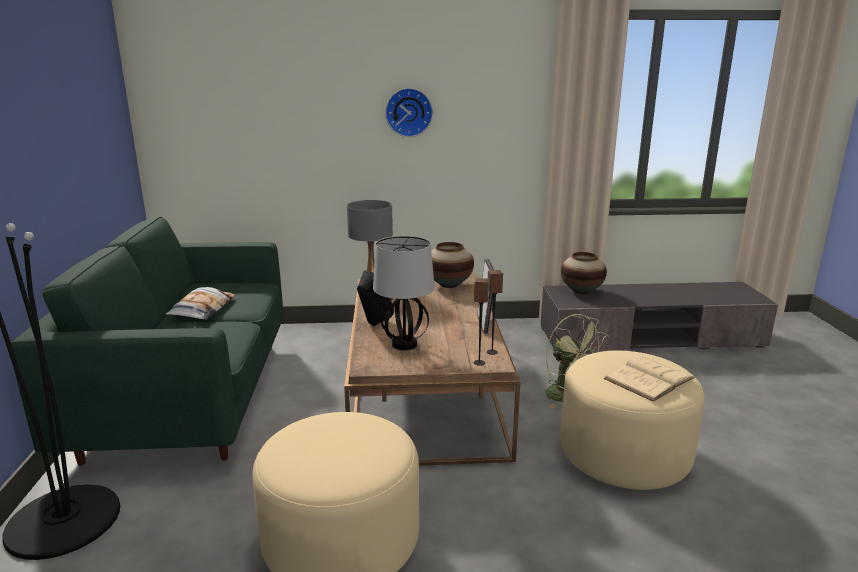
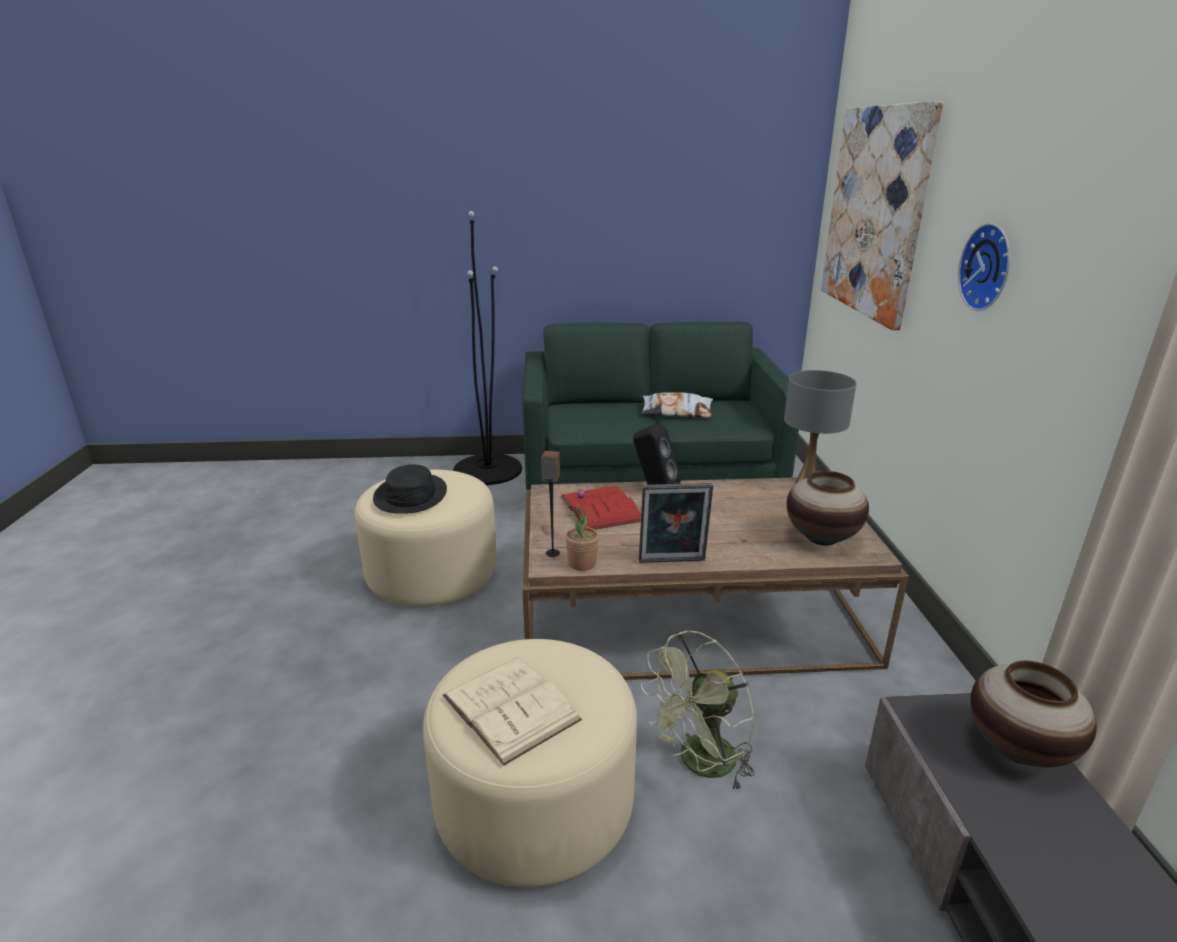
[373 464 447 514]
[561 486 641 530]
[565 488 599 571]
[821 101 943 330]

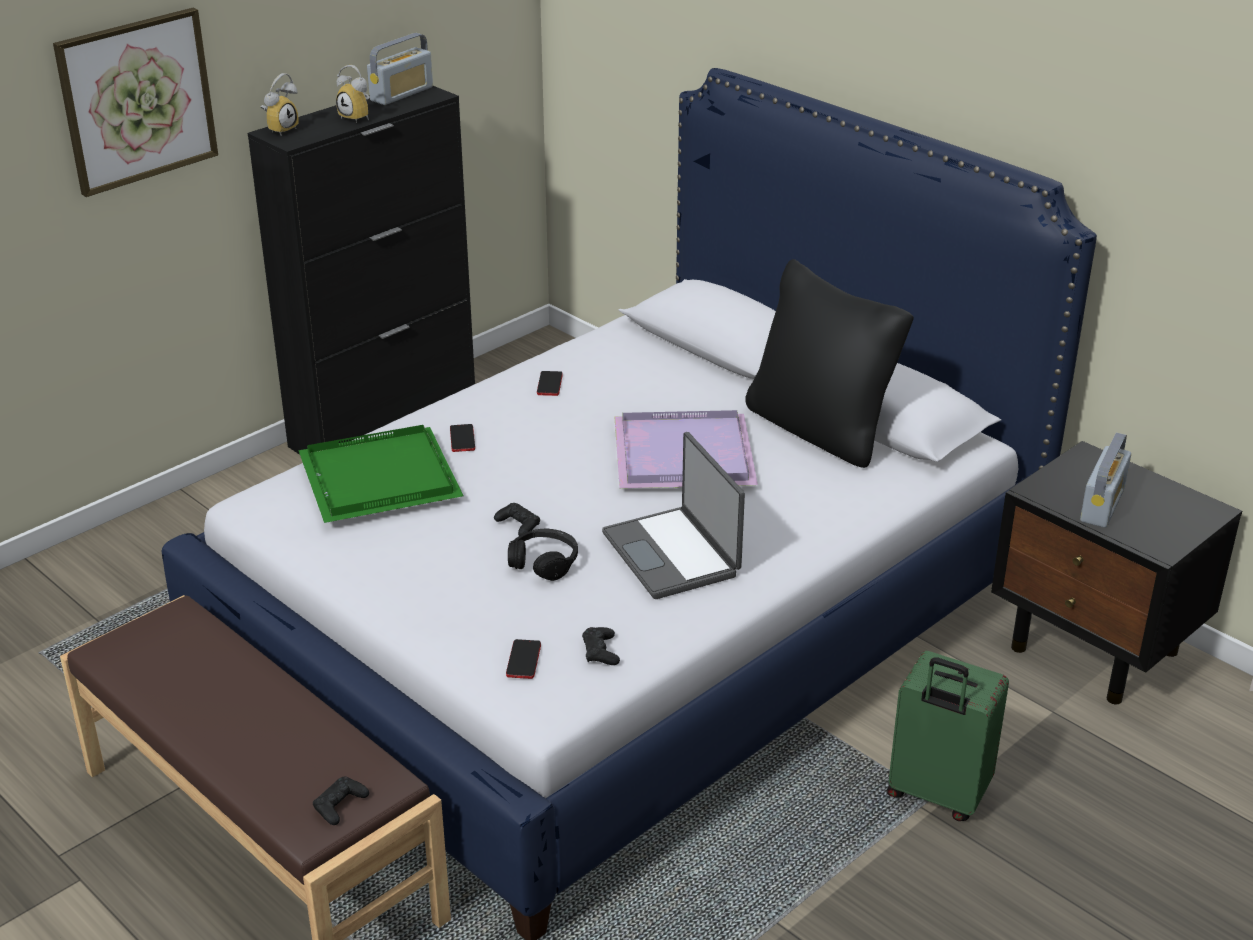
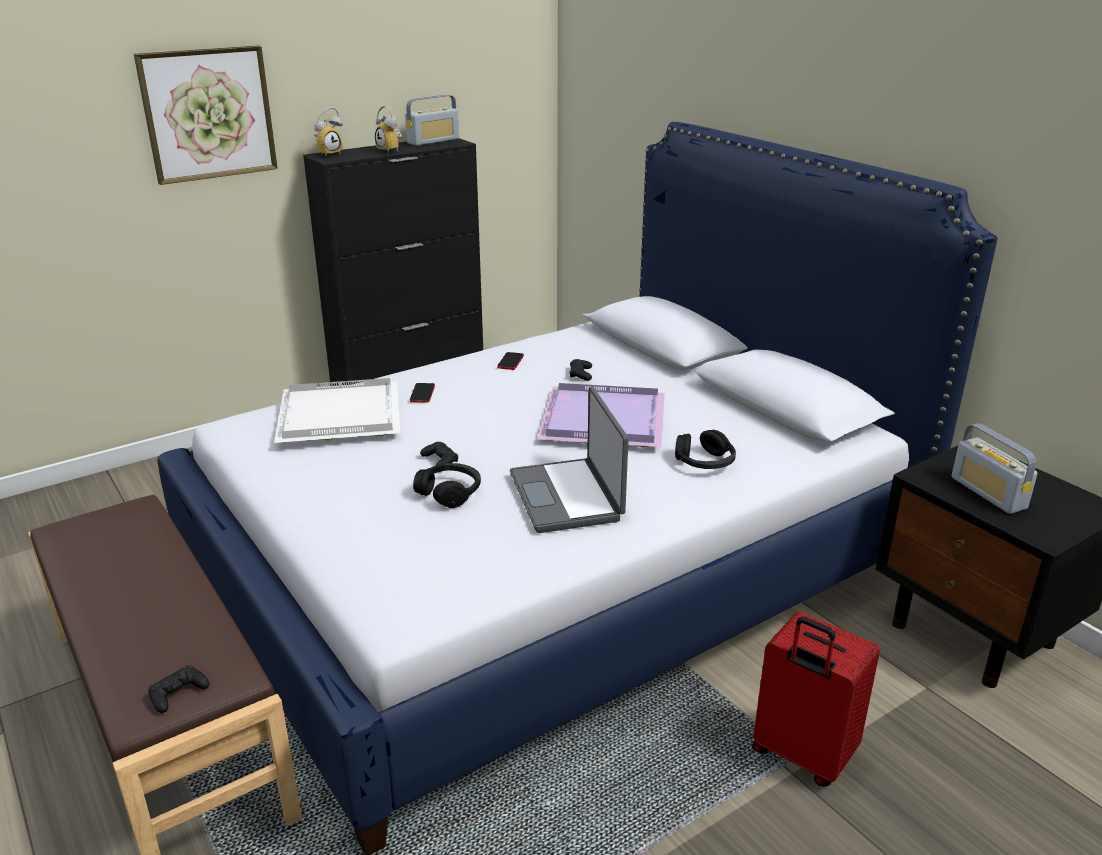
[274 378 400 443]
[570 359 592 381]
[675 430 736 469]
[752 611 880 787]
[952 424 1038 514]
[506 639 541 679] (first image)
[745 259 914 468] (first image)

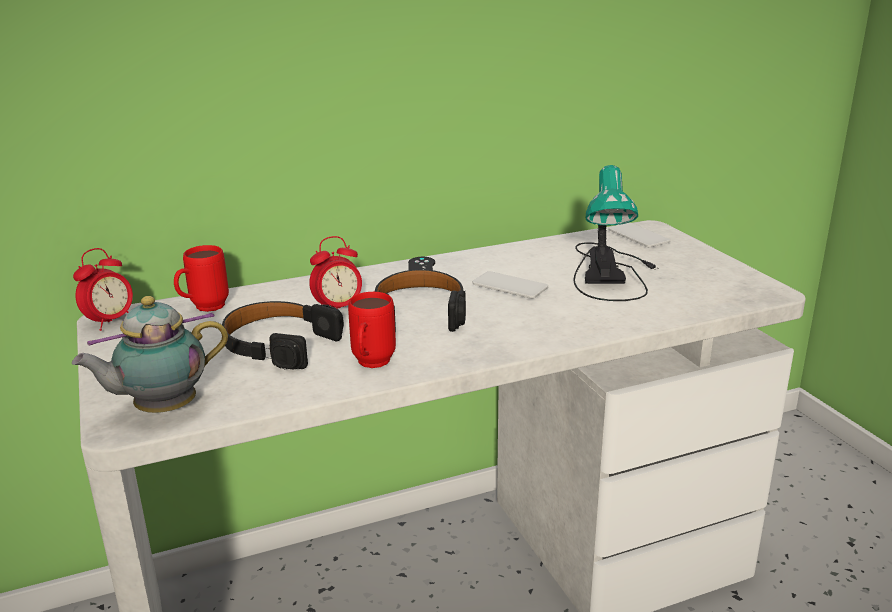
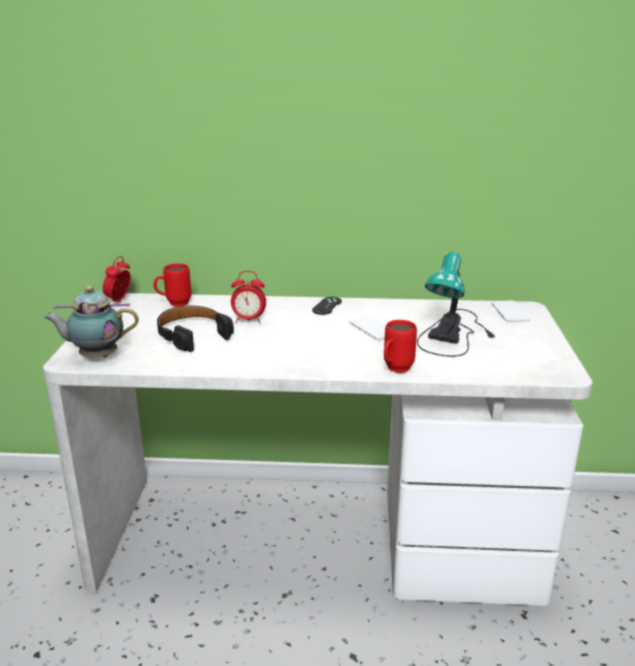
[103 256 131 302]
[384 320 417 373]
[375 269 466 333] (first image)

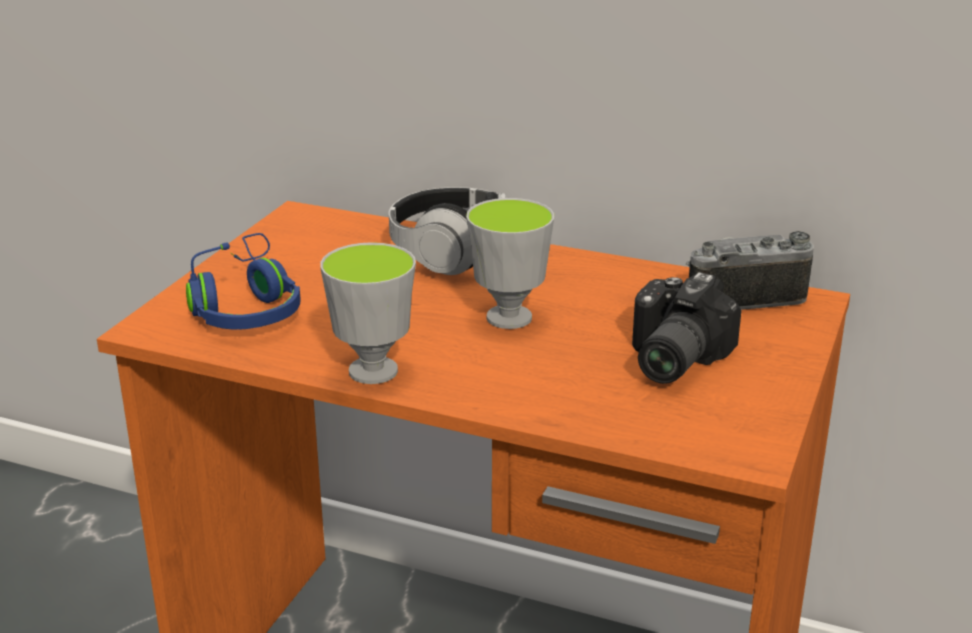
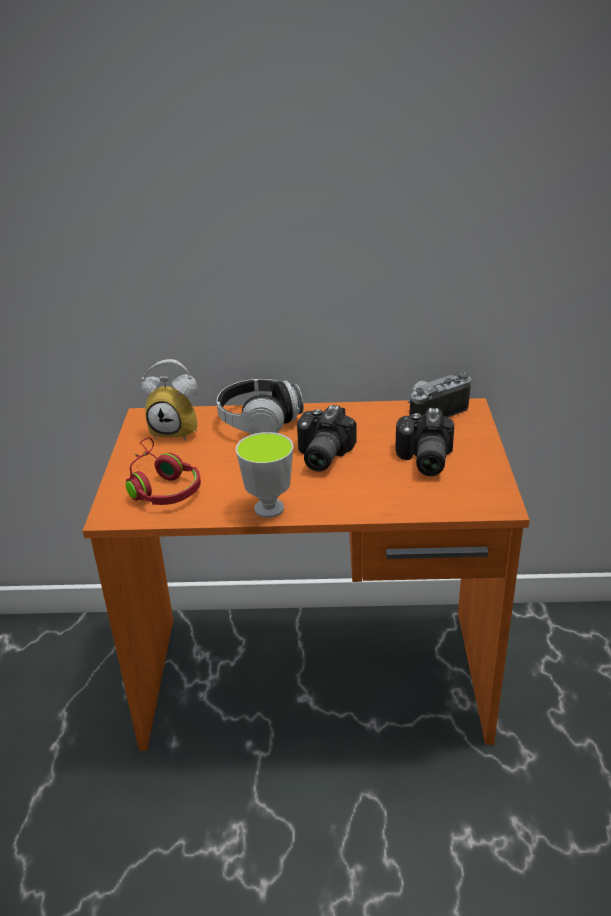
[126 437 201 505]
[141 359 197 441]
[297 405 357 472]

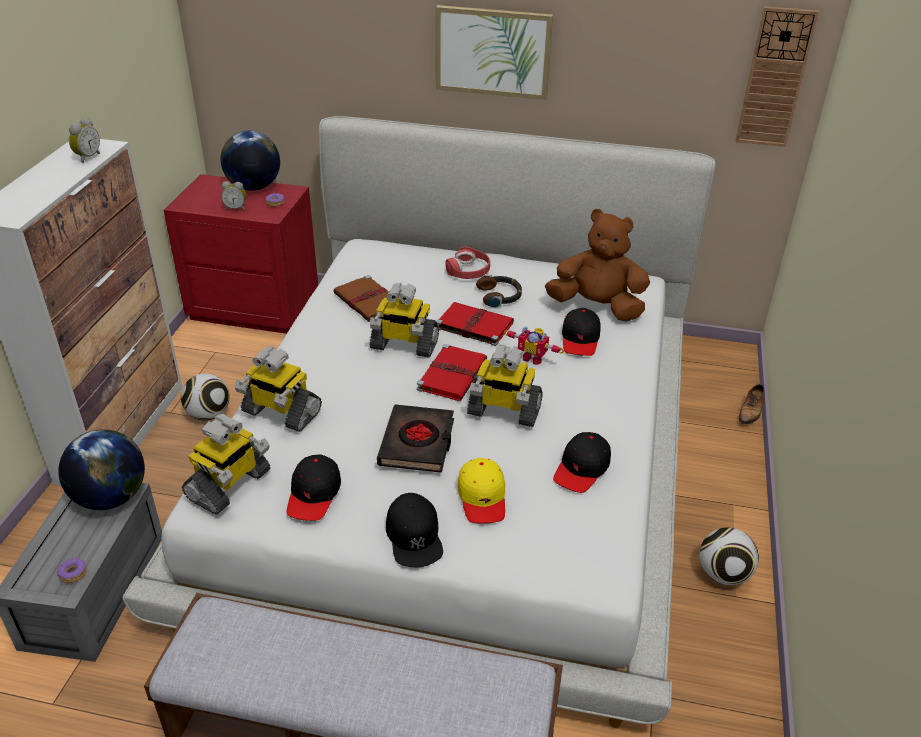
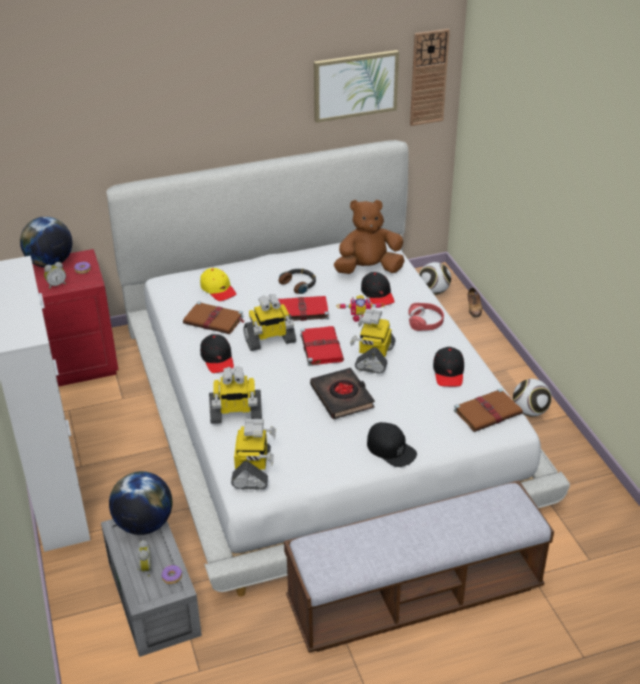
[137 540 152 577]
[200 268 236 301]
[200 334 234 373]
[314 50 399 123]
[350 309 396 374]
[408 303 444 331]
[419 262 451 295]
[454 388 523 432]

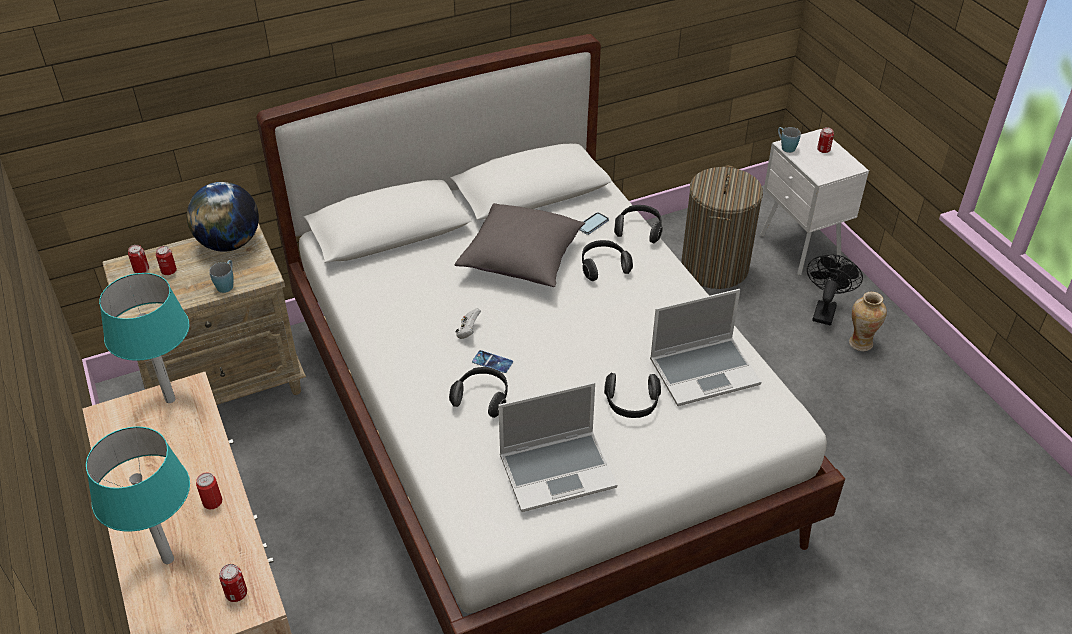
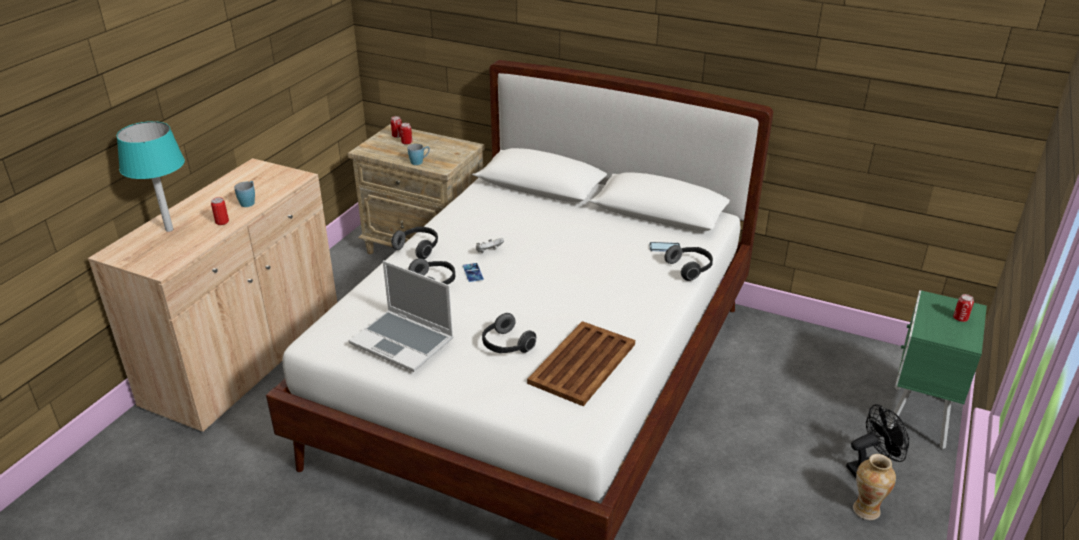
[234 181 255 207]
[391 227 438 259]
[527 321 635 406]
[887 290 987 449]
[99 273 189 403] (first image)
[187 182 259 252] (first image)
[219 564 247 602] (first image)
[454 203 585 287] (first image)
[681 166 763 289] (first image)

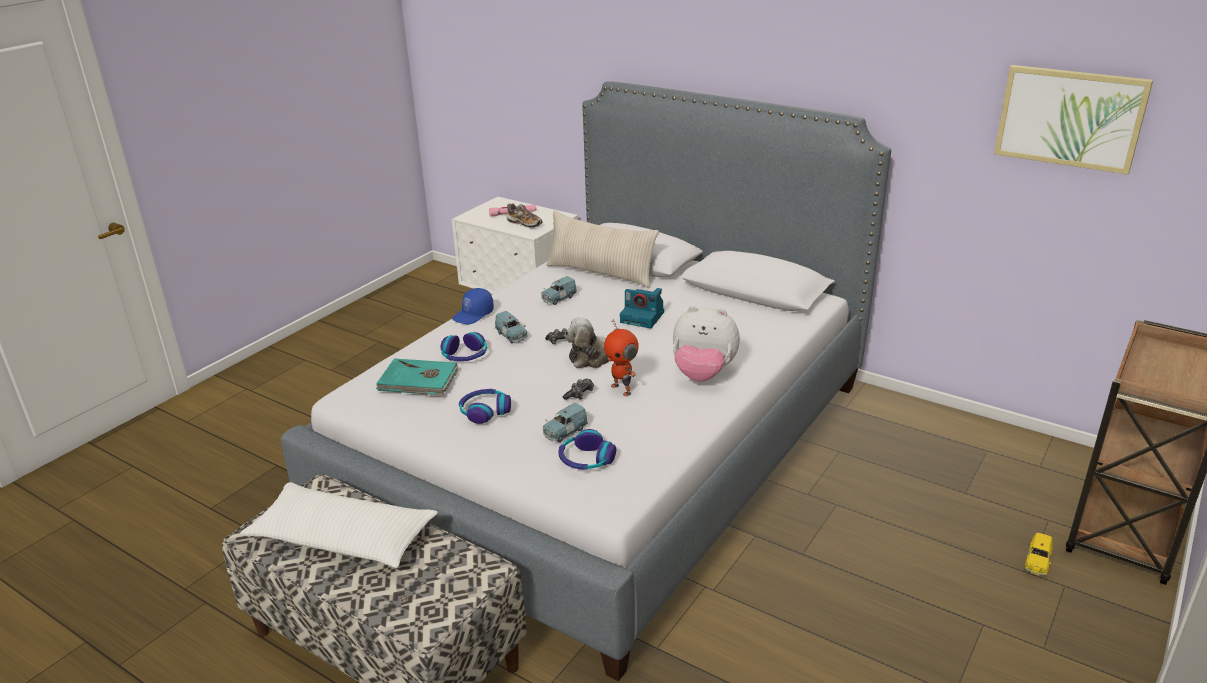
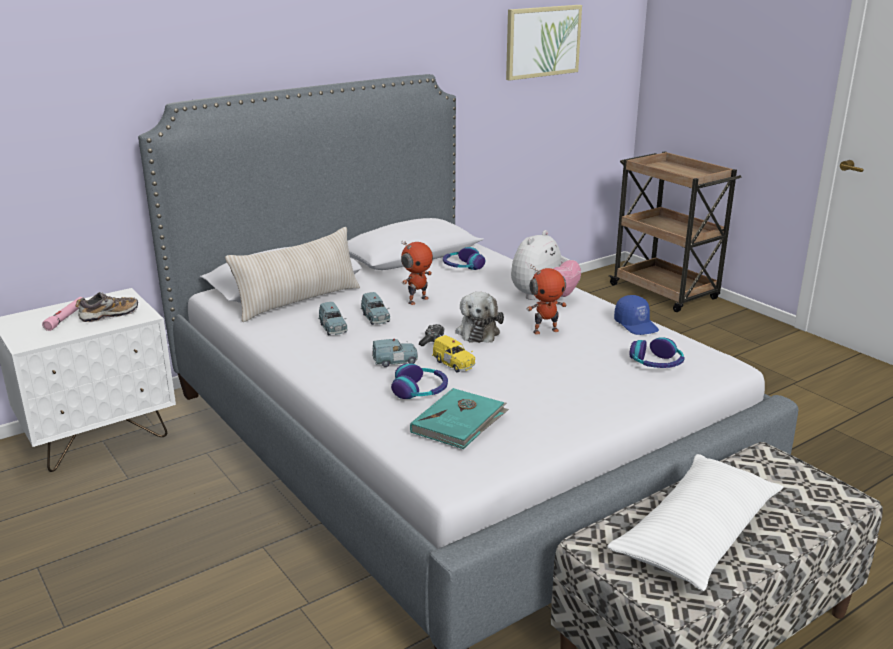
[361 292 390 325]
[401 242 433 305]
[432 335 475 372]
[443 247 485 270]
[614 295 659 335]
[563 379 594 400] (first image)

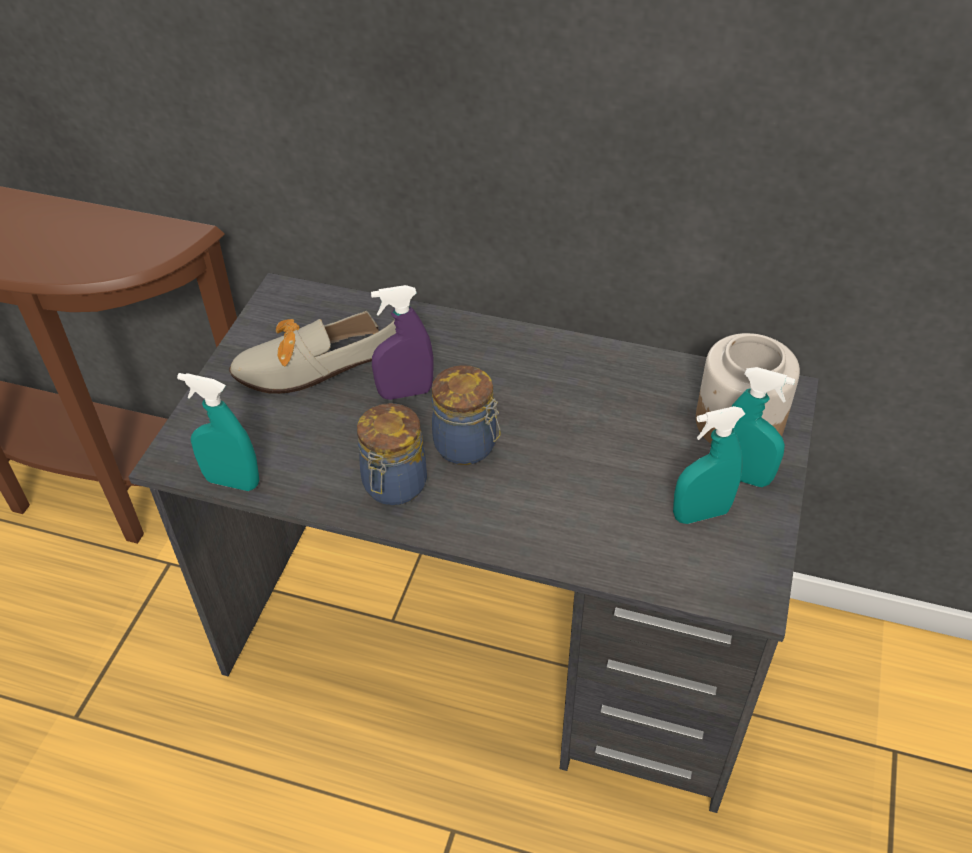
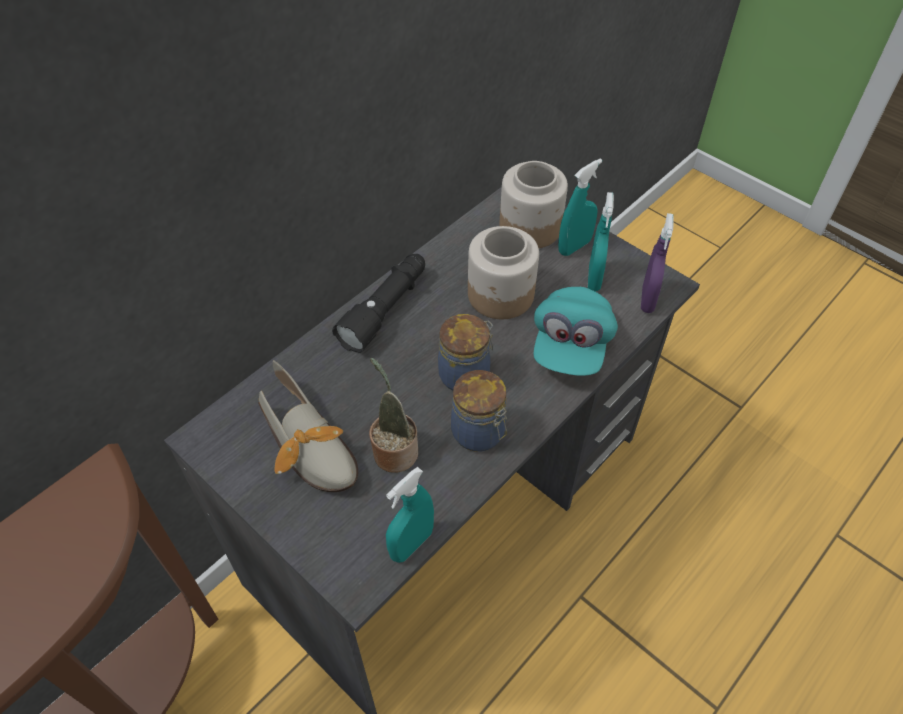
[258 360 358 492]
[332 254 425 353]
[369 358 418 473]
[468 226 539 319]
[534 287 618 376]
[641 213 674 313]

